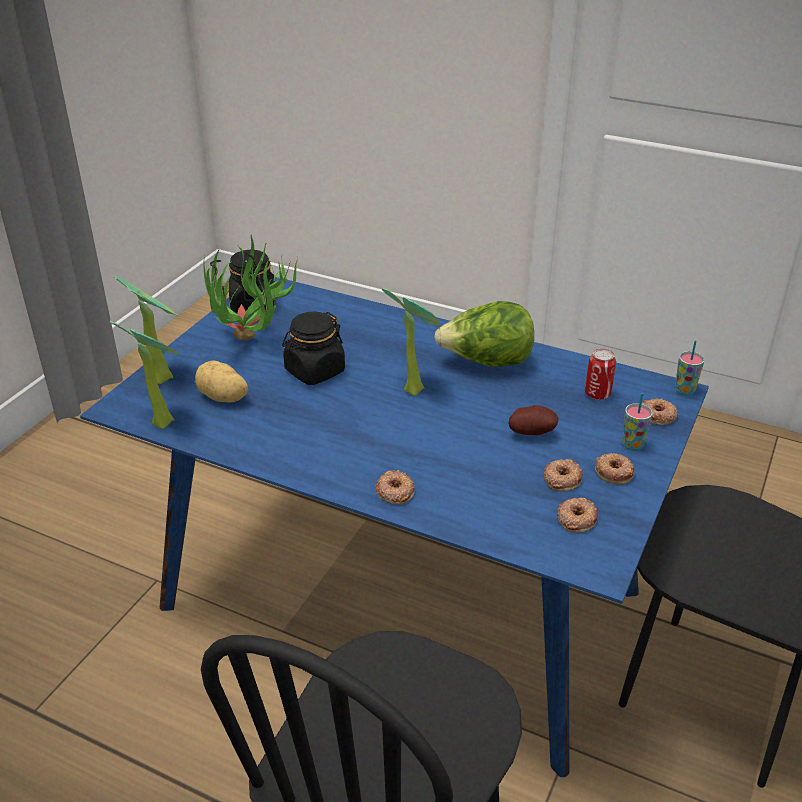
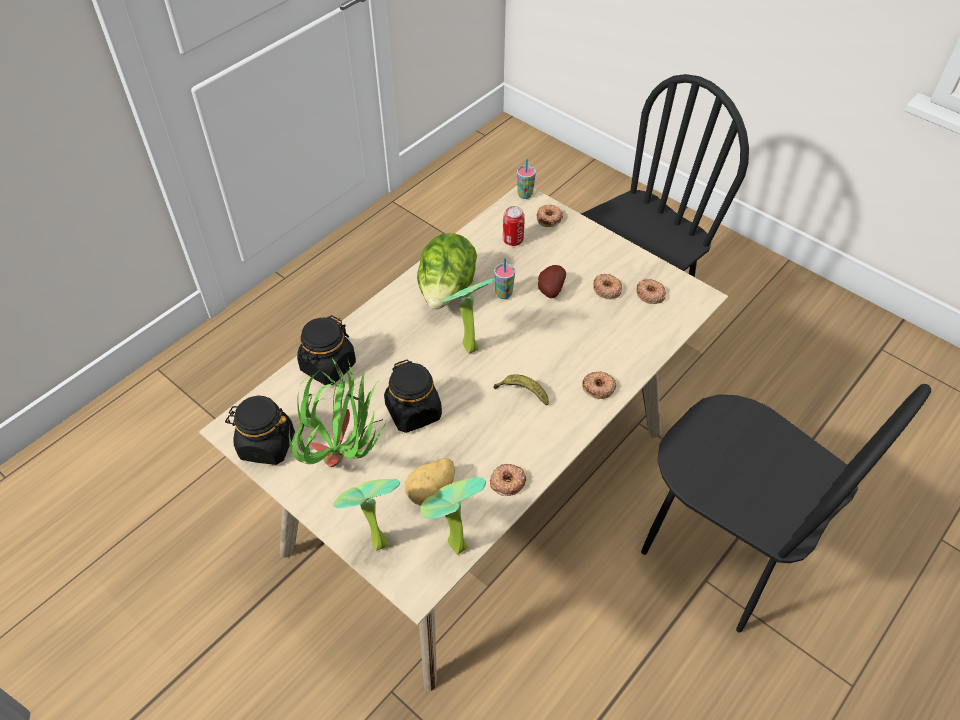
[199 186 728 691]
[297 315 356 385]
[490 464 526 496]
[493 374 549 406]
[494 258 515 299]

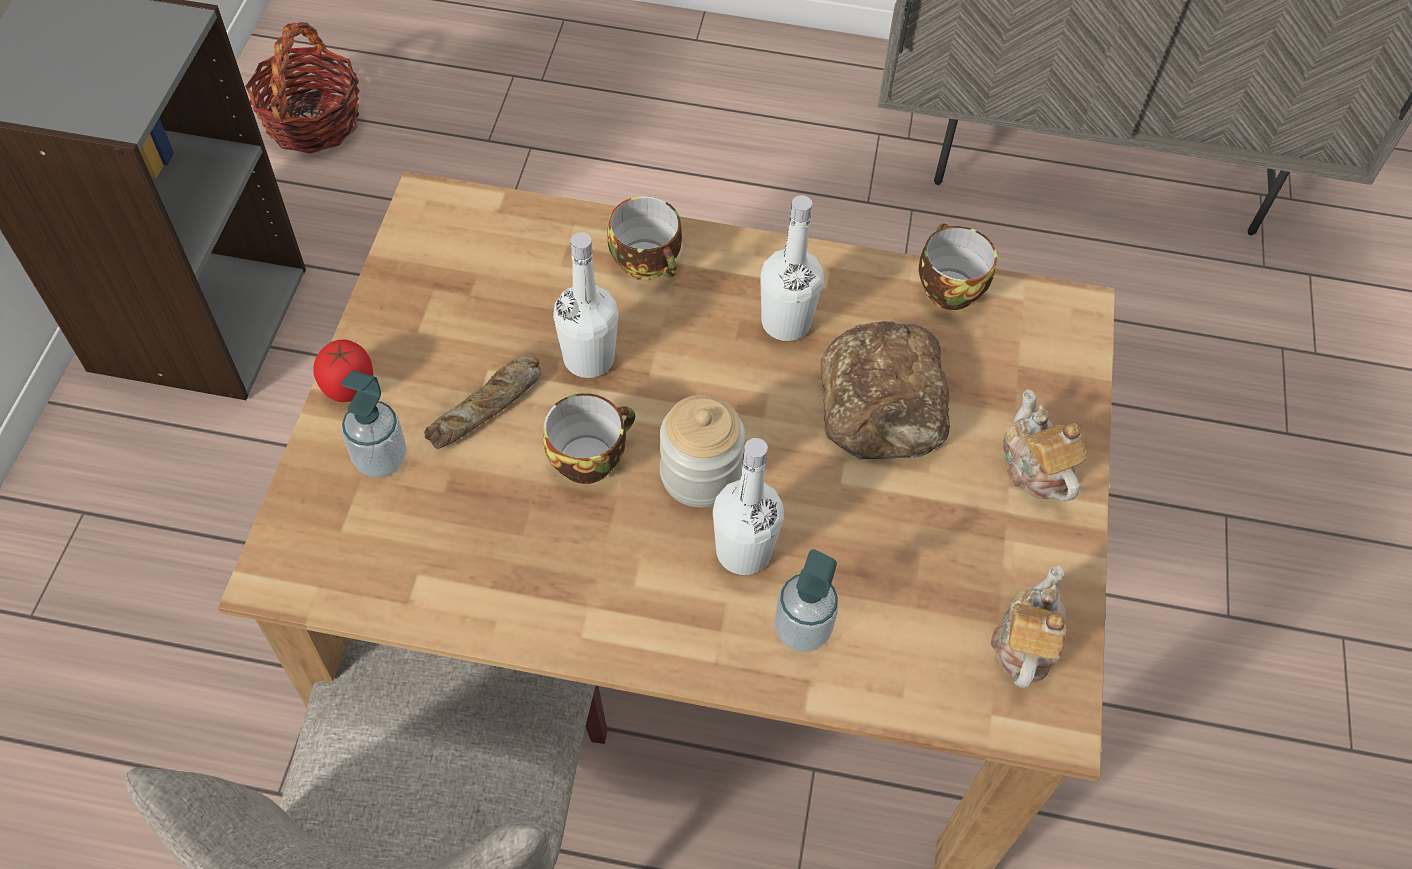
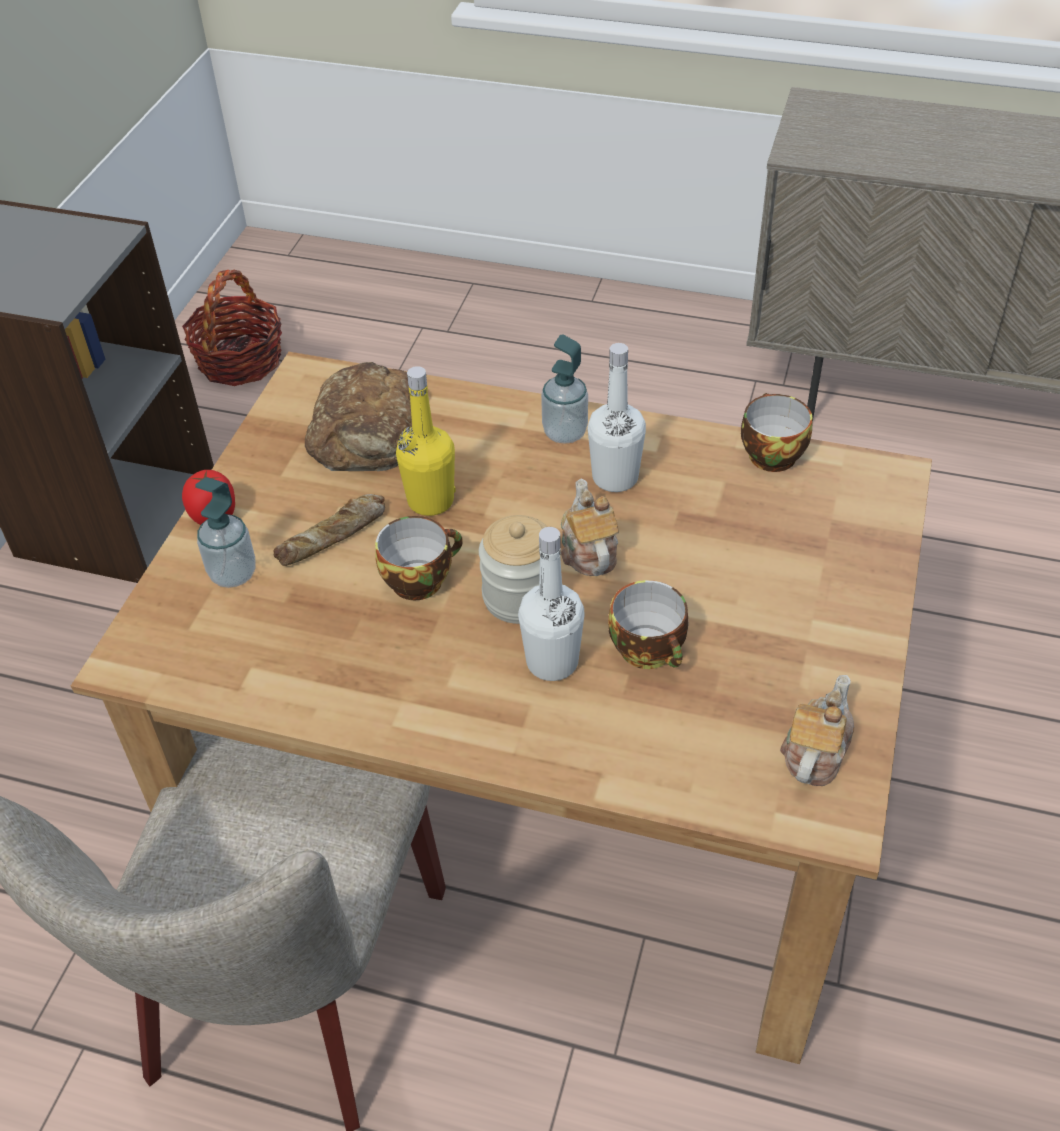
[305 362 412 471]
[396 366 455 516]
[541 335 588 444]
[561 479 619 576]
[608 580 688 669]

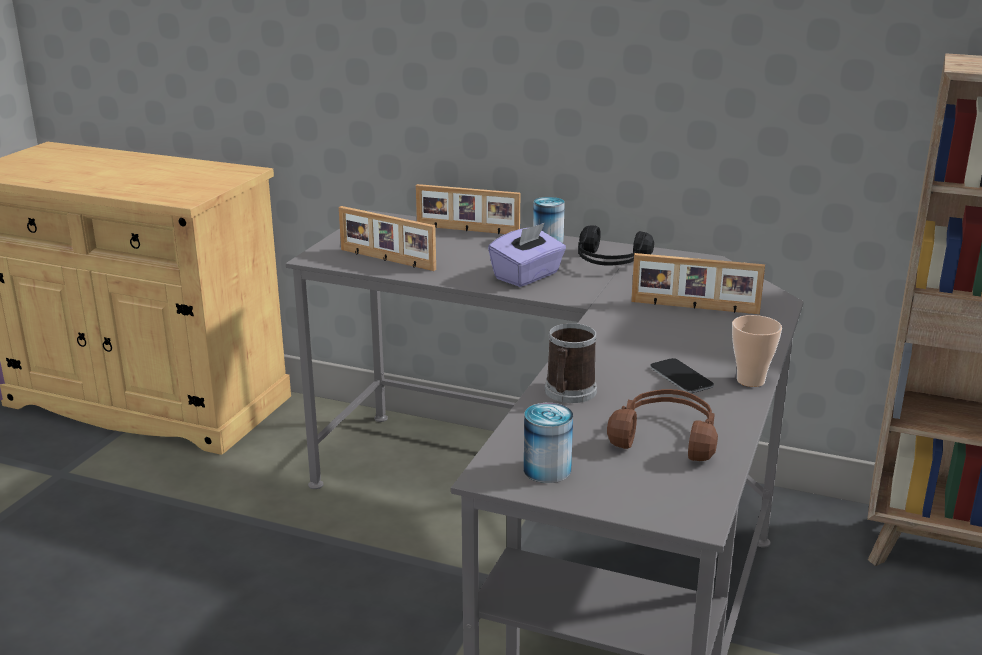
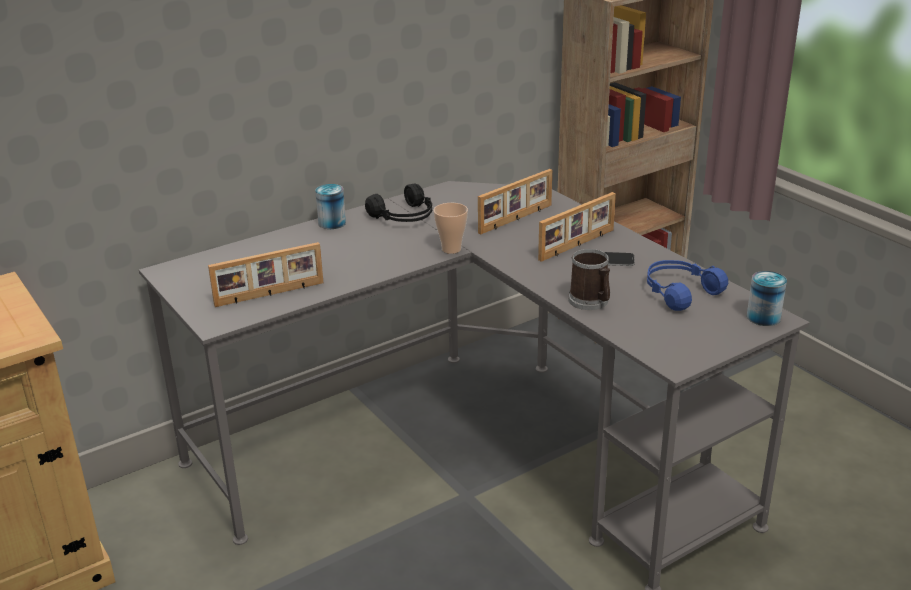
[434 203 468 254]
[538 192 616 262]
[647 260 728 311]
[747 271 787 326]
[488 223 566 287] (first image)

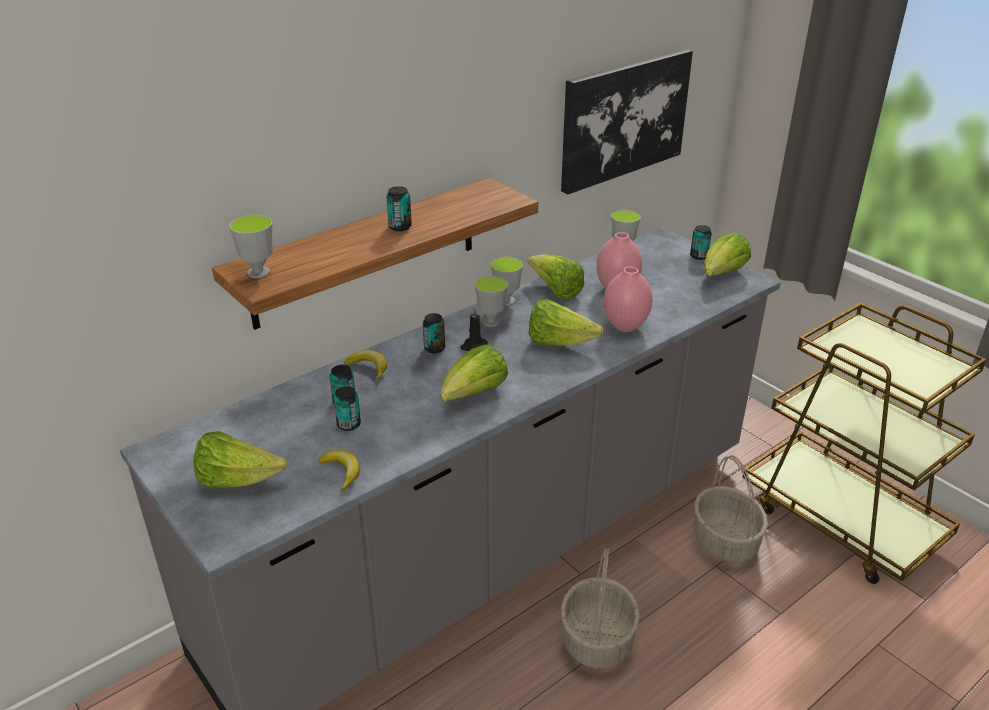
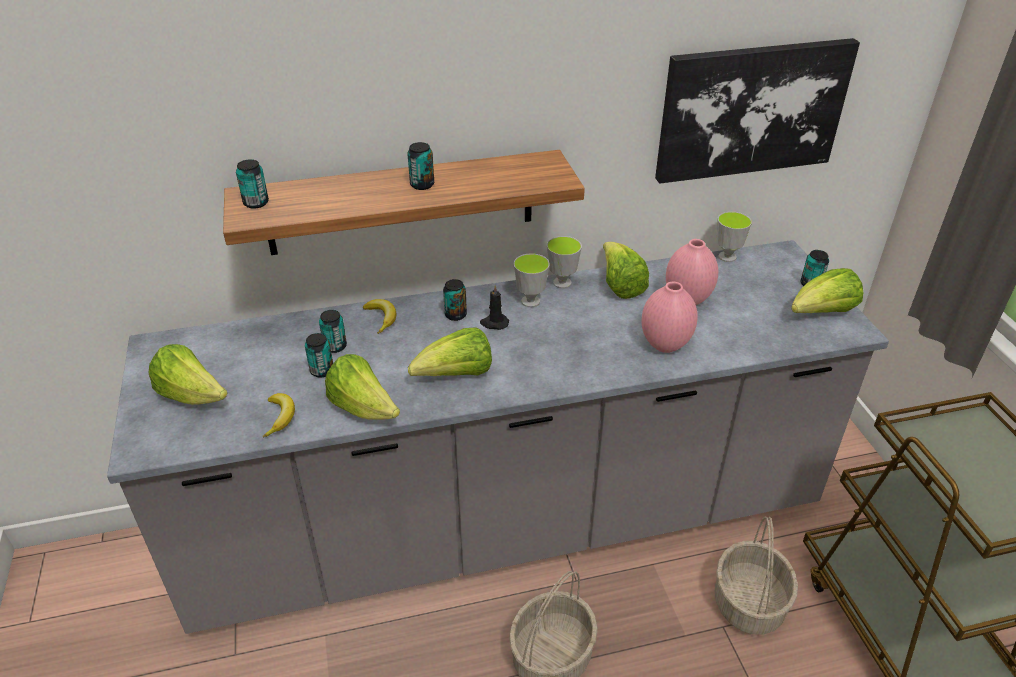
[236 159 269 209]
[325 354 400 419]

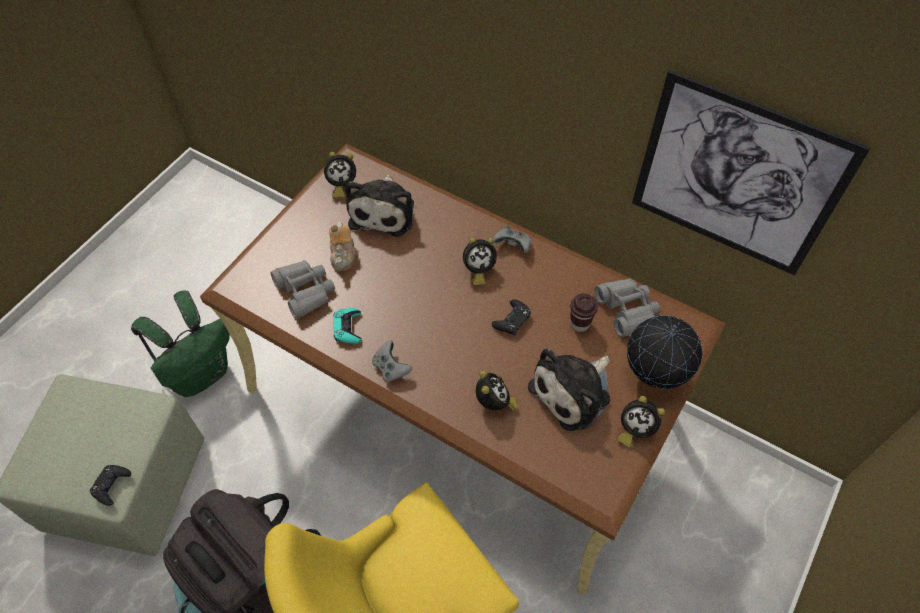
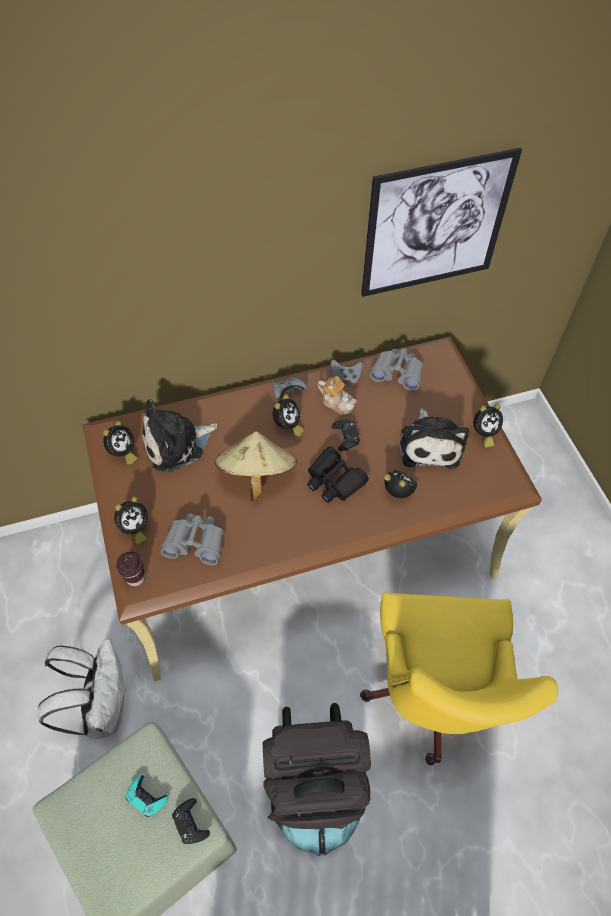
[38 639 125 739]
[114 496 148 545]
[116 551 145 586]
[126 775 168 817]
[142 399 217 472]
[215 431 297 501]
[307 446 369 503]
[317 376 357 415]
[330 360 363 384]
[627 315 703 389] (first image)

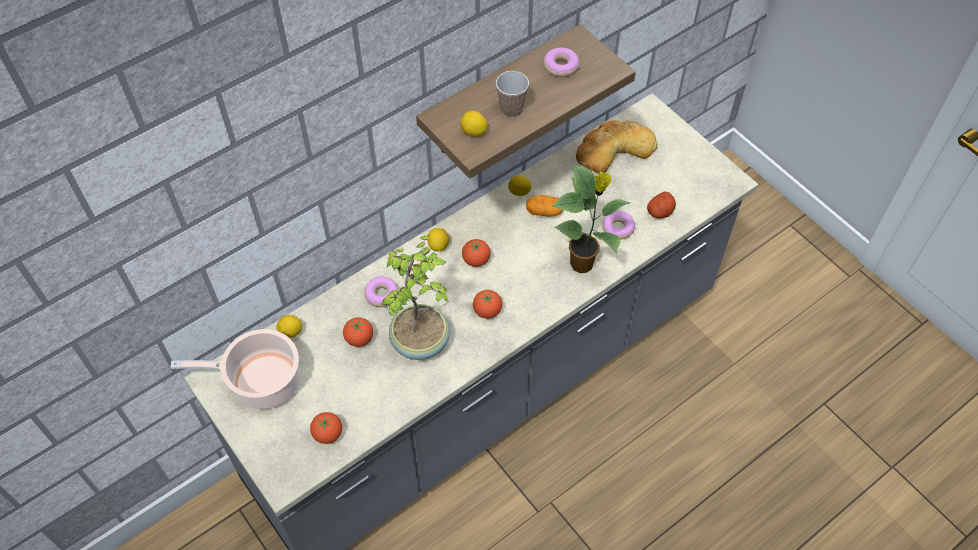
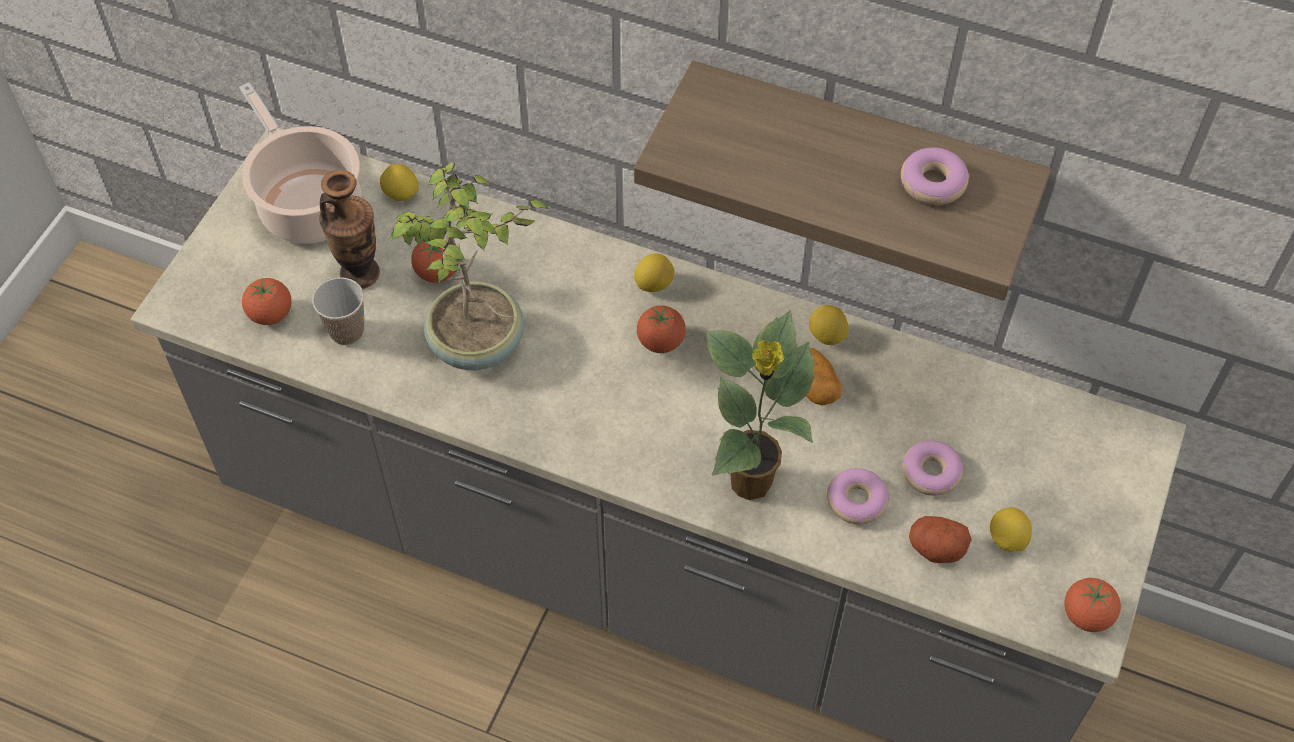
[312 277 364 345]
[319 170 380 289]
[902 440 964 496]
[990 507 1032 552]
[1064 578 1121 632]
[576 120 658 173] (first image)

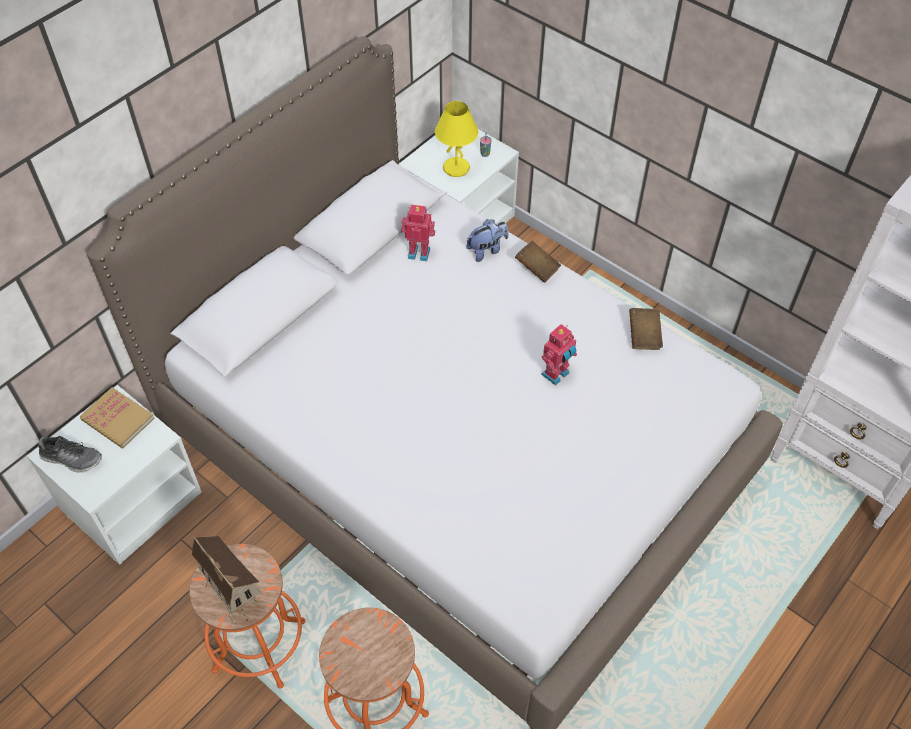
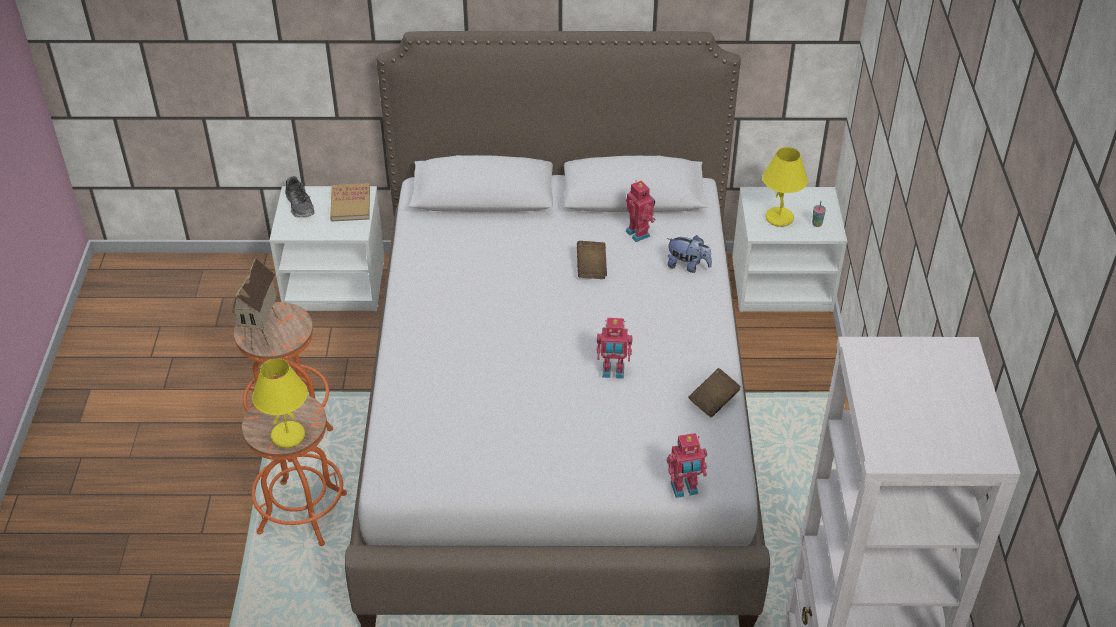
[252 358 308 448]
[577 241 607 279]
[667 433 707 498]

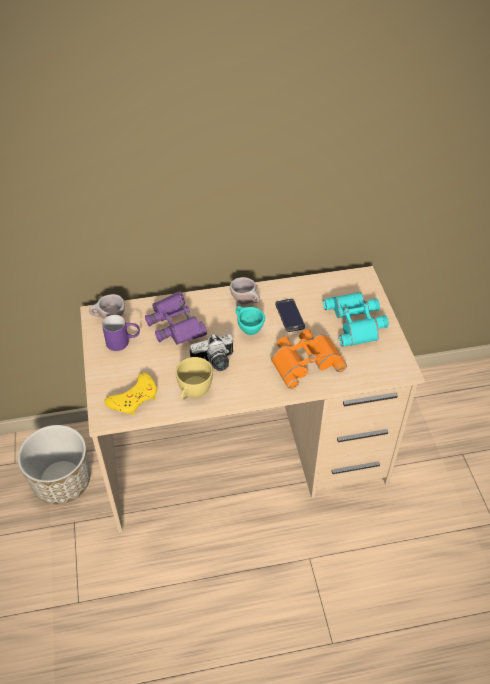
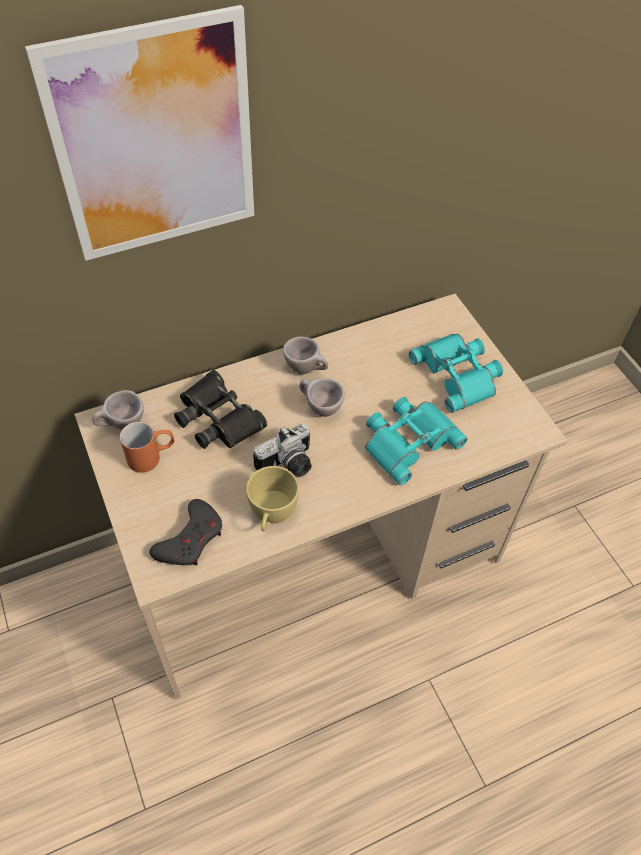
[25 5 254 261]
[120 422 175 473]
[149 499 222 566]
[174 370 267 449]
[299 378 345 417]
[365 397 467 485]
[18 425 90 504] (first image)
[275 299 305 332] (first image)

